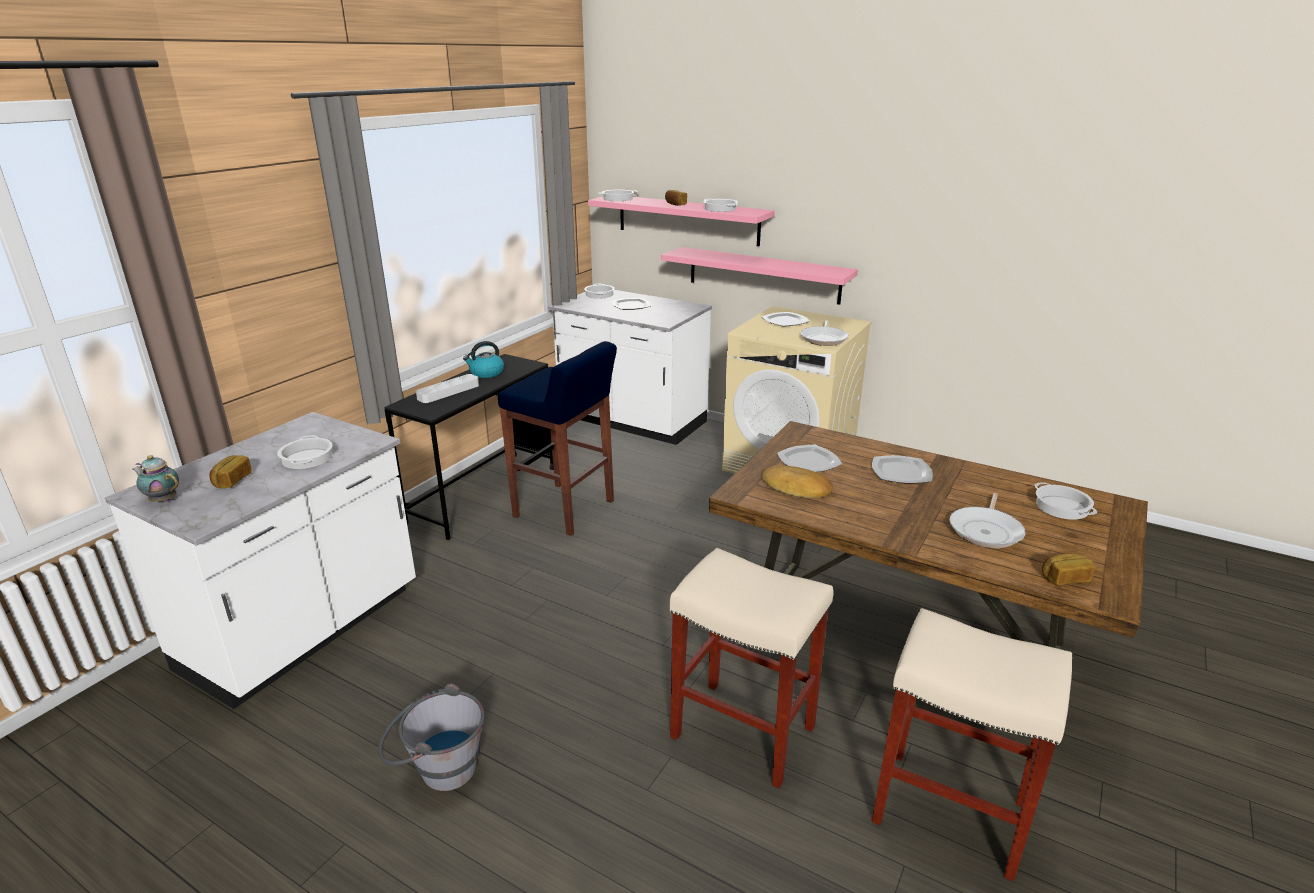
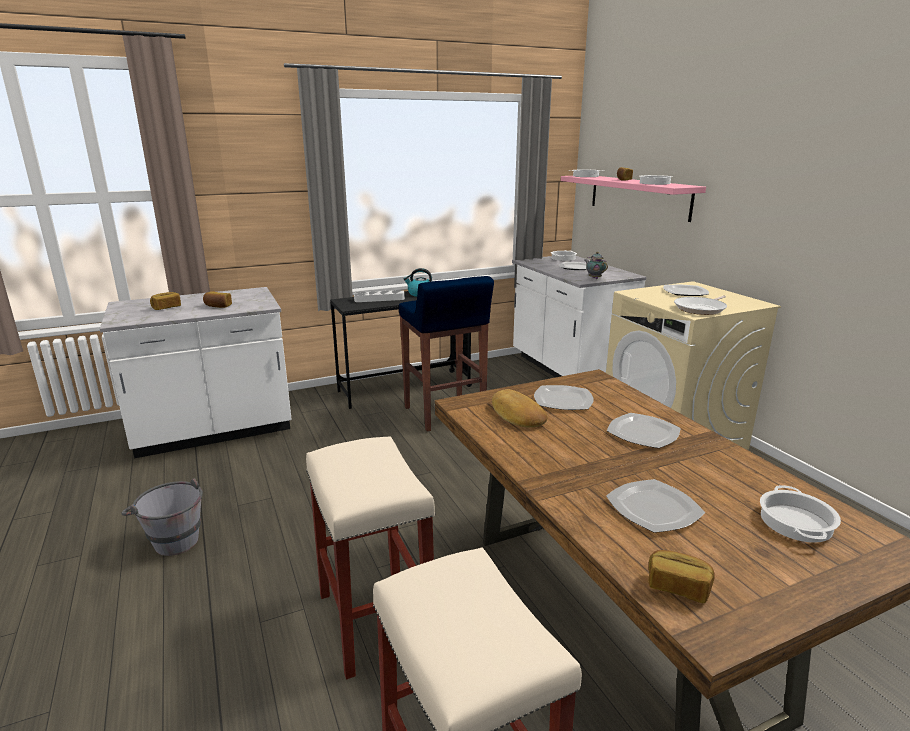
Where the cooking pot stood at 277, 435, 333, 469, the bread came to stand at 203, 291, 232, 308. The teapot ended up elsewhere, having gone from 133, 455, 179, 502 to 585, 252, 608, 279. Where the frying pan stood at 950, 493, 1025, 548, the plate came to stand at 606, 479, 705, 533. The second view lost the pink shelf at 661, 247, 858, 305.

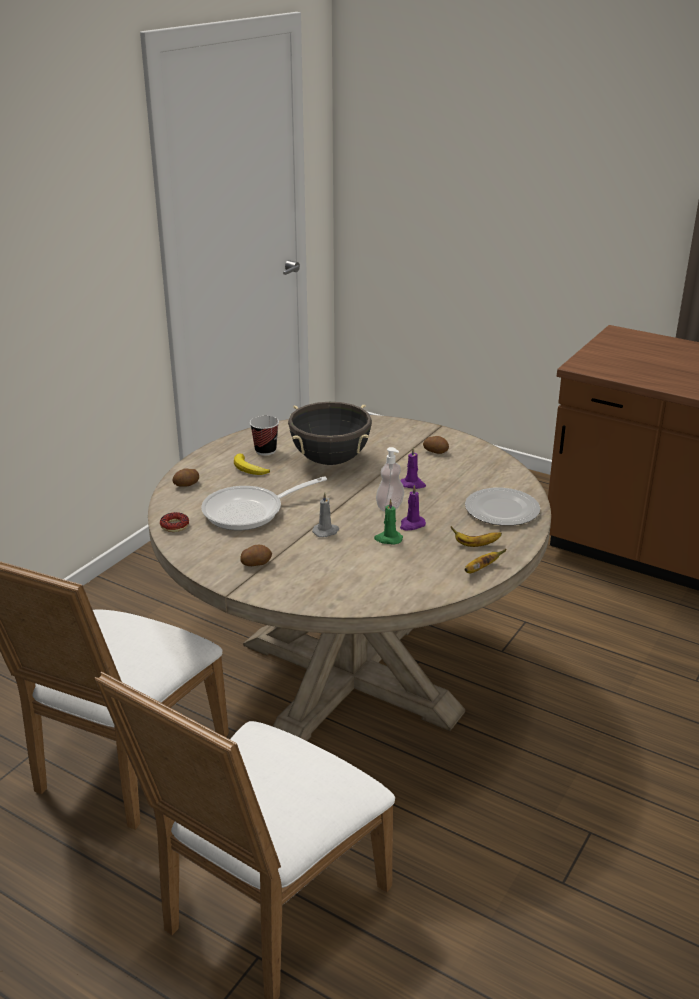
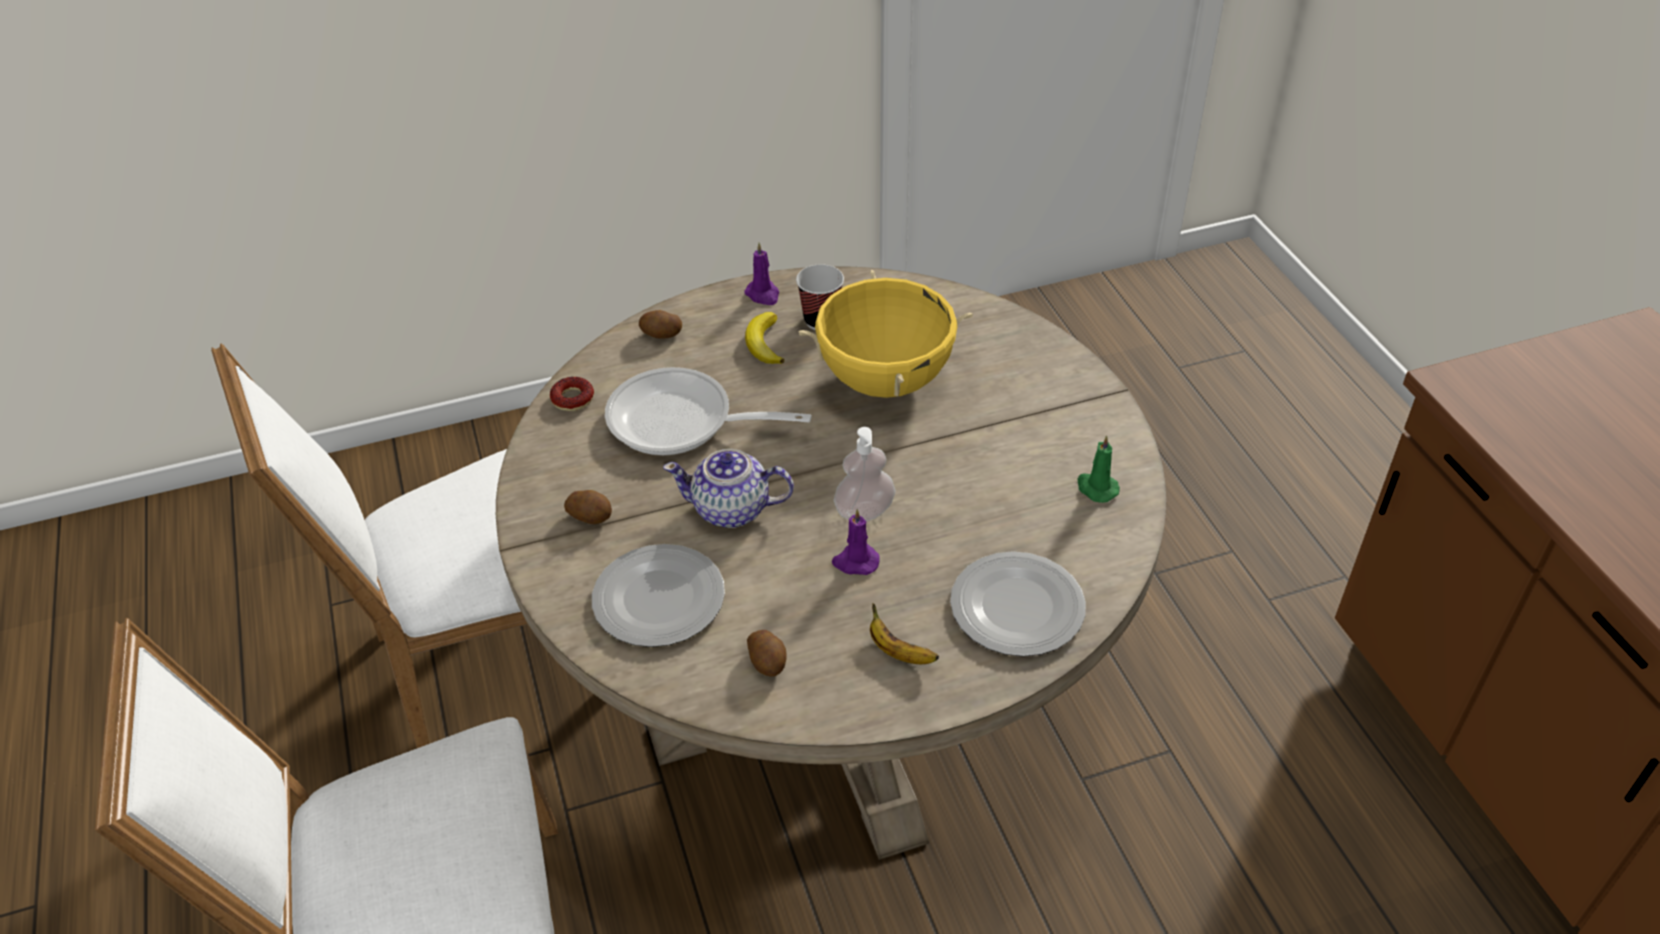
The second view gained the plate at 592, 544, 725, 647. Where the grey candle stood at 312, 492, 339, 537, the teapot came to stand at 663, 449, 794, 528. The purple candle ended up elsewhere, having gone from 400, 446, 426, 489 to 745, 243, 779, 305. The potato ended up elsewhere, having gone from 423, 436, 449, 454 to 747, 630, 786, 676. What was the black cooking pot at 288, 402, 372, 465 turned into the yellow cooking pot at 799, 269, 973, 398. The green candle ended up elsewhere, having gone from 374, 499, 403, 545 to 1078, 435, 1120, 503. The second view lost the banana at 464, 549, 507, 573.

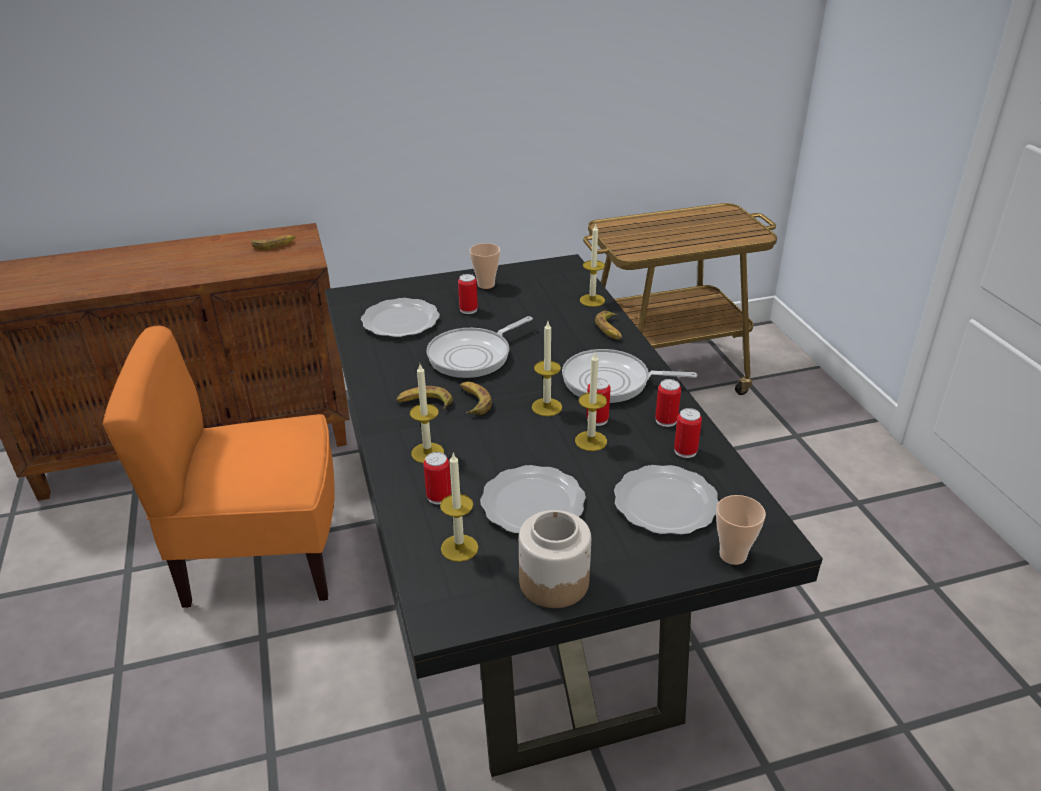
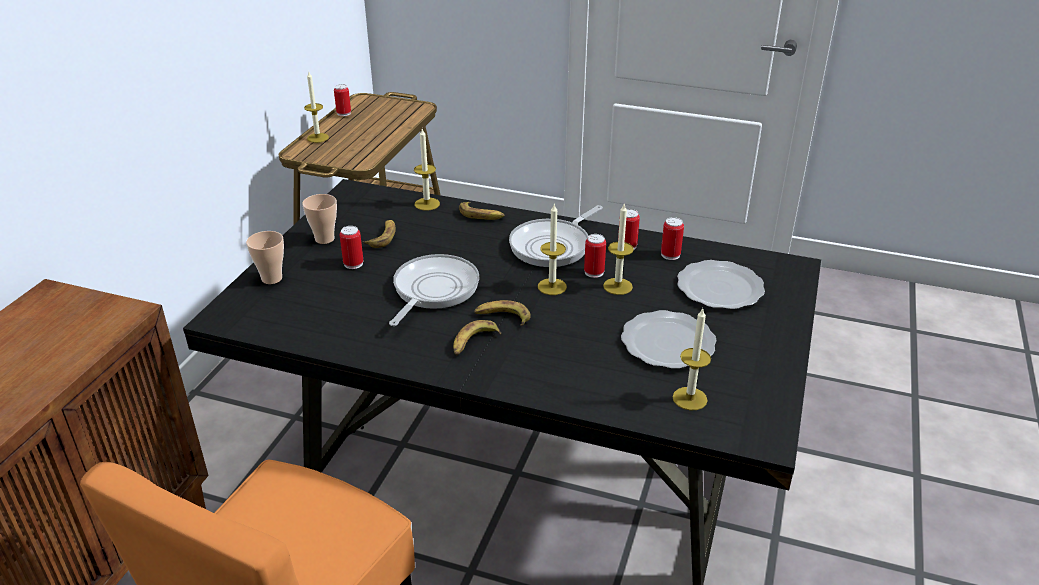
The cup ended up elsewhere, having gone from 716, 495, 766, 565 to 246, 231, 284, 284. The candle ended up elsewhere, having gone from 410, 364, 444, 463 to 304, 72, 329, 143. The can ended up elsewhere, having gone from 424, 452, 451, 505 to 334, 84, 351, 116. The banana ended up elsewhere, having gone from 251, 235, 295, 250 to 363, 220, 395, 248. The frying pan at 426, 316, 533, 378 ended up facing another way, 150 degrees counterclockwise from before. The second view lost the plate at 361, 298, 440, 337. The second view lost the jar at 519, 510, 591, 608.

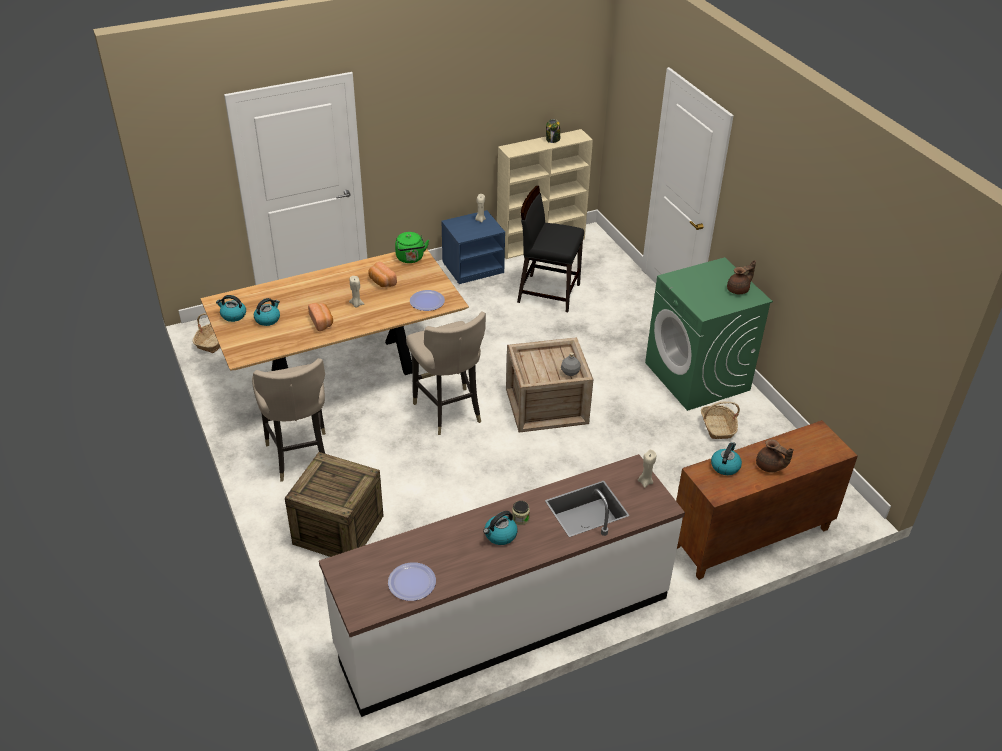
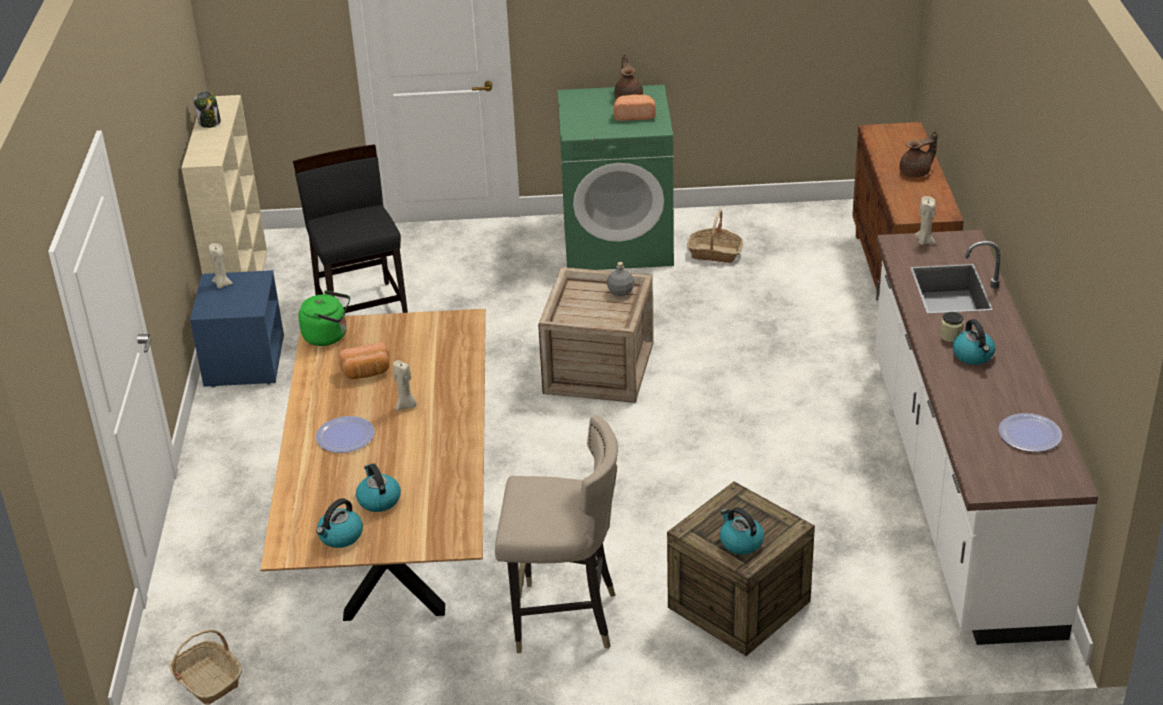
The black chair at 517, 186, 584, 312 ended up facing another way, 120 degrees clockwise from before. The plate ended up elsewhere, having gone from 410, 290, 445, 311 to 316, 416, 375, 453. The bread ended up elsewhere, having gone from 308, 303, 333, 331 to 613, 94, 656, 121. The kettle ended up elsewhere, having gone from 711, 442, 742, 475 to 720, 507, 764, 555. The second view lost the beige stool at 406, 311, 486, 435.

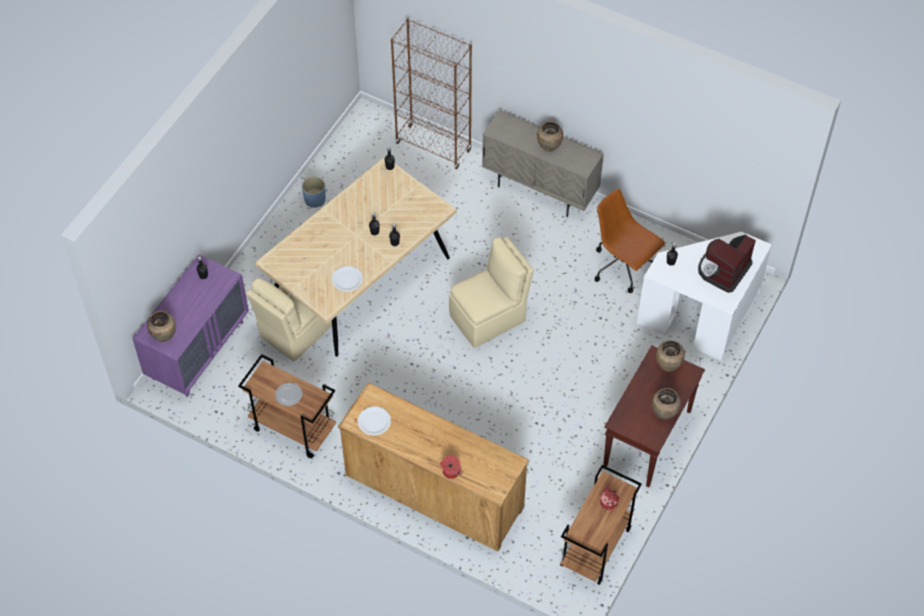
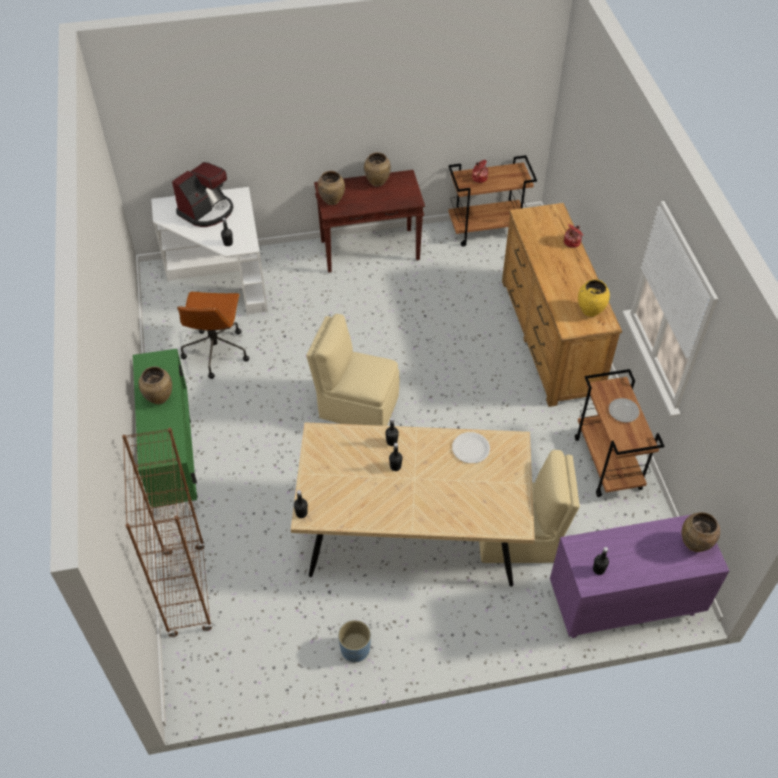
What was the beige cabinet at 482, 110, 604, 217 turned into the green cabinet at 133, 349, 198, 507. The coffee machine at 698, 235, 756, 293 ended up facing another way, 45 degrees counterclockwise from before. Where the white plate stood at 358, 406, 391, 436, the yellow vase came to stand at 578, 279, 610, 317.

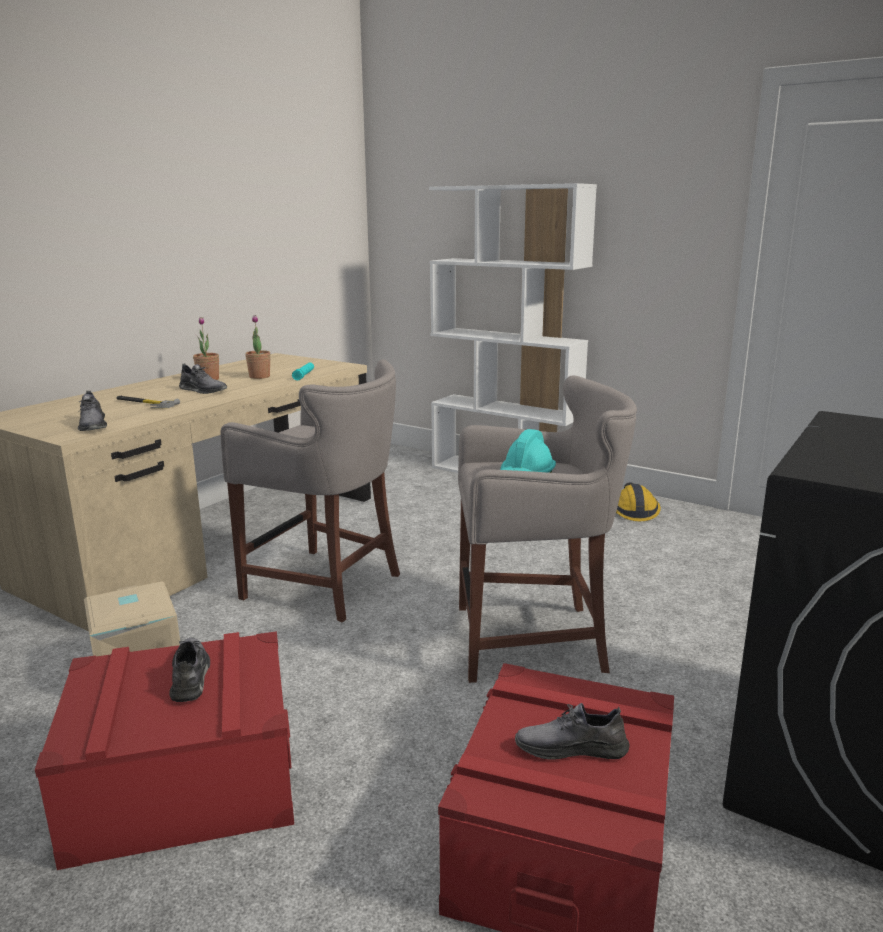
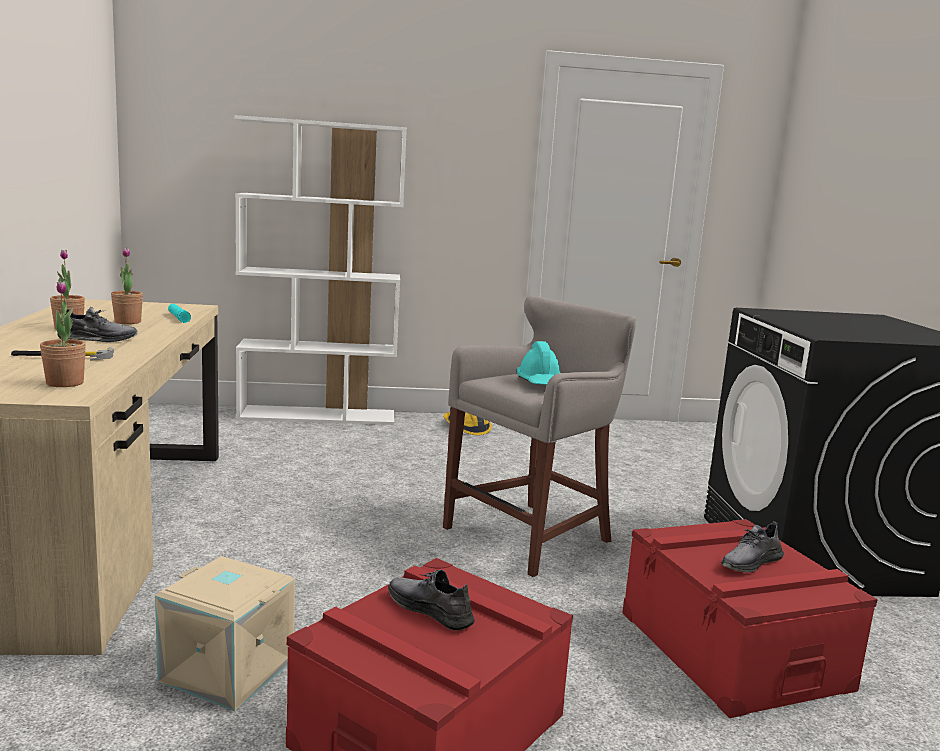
Where the grey shoe stood at 78, 391, 107, 431, the potted plant came to stand at 40, 281, 86, 387. The second view lost the grey stool at 220, 359, 400, 622.

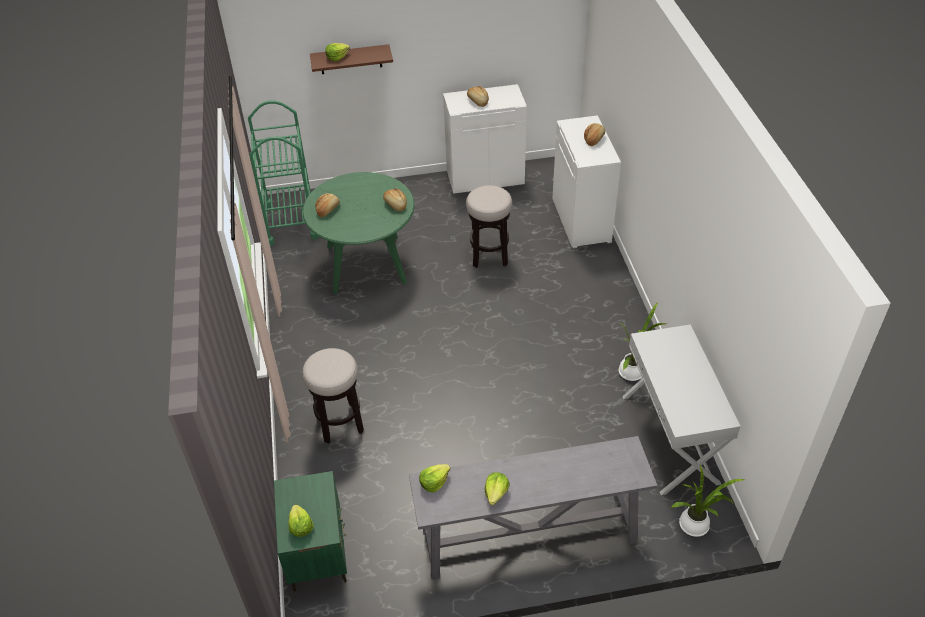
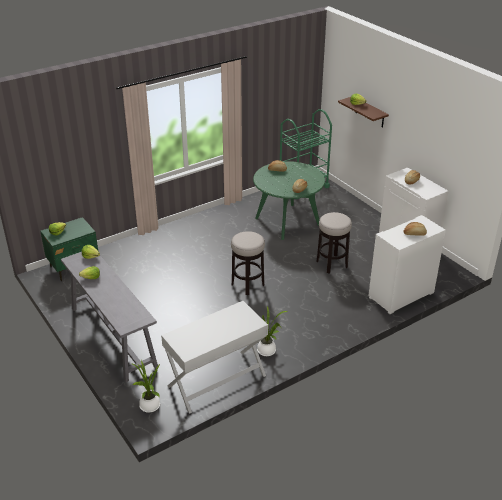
The stool ended up elsewhere, having gone from 302, 348, 364, 443 to 231, 231, 265, 295.

